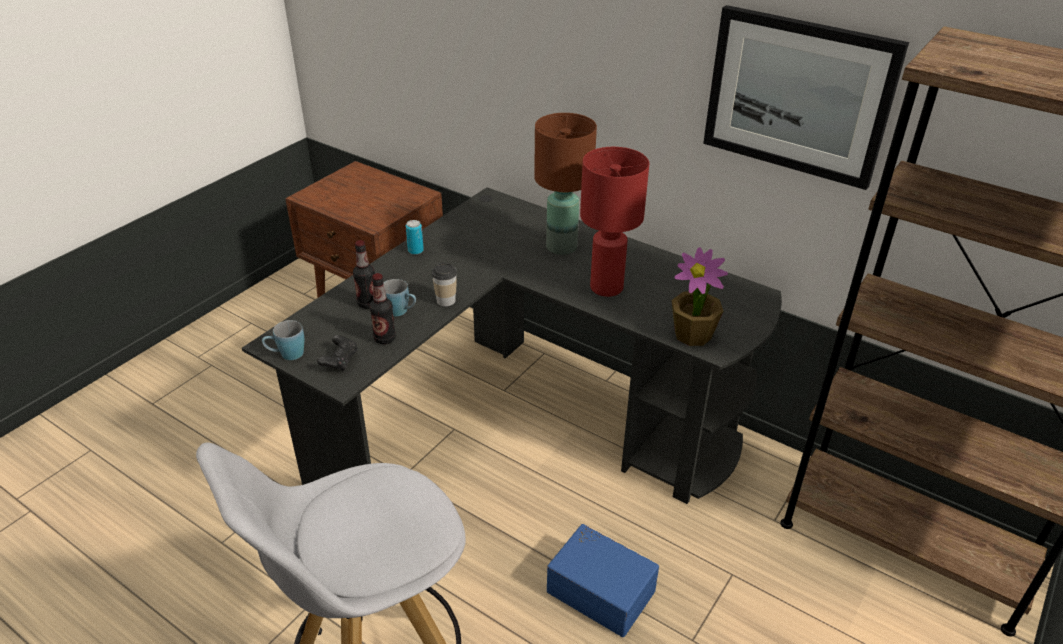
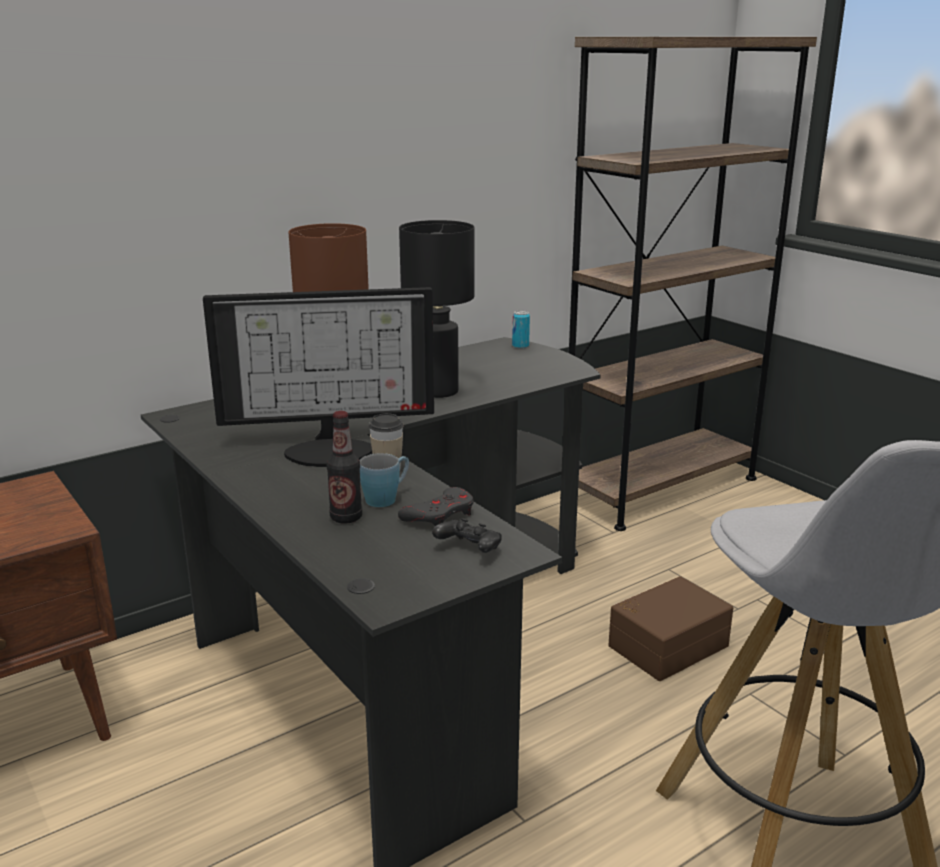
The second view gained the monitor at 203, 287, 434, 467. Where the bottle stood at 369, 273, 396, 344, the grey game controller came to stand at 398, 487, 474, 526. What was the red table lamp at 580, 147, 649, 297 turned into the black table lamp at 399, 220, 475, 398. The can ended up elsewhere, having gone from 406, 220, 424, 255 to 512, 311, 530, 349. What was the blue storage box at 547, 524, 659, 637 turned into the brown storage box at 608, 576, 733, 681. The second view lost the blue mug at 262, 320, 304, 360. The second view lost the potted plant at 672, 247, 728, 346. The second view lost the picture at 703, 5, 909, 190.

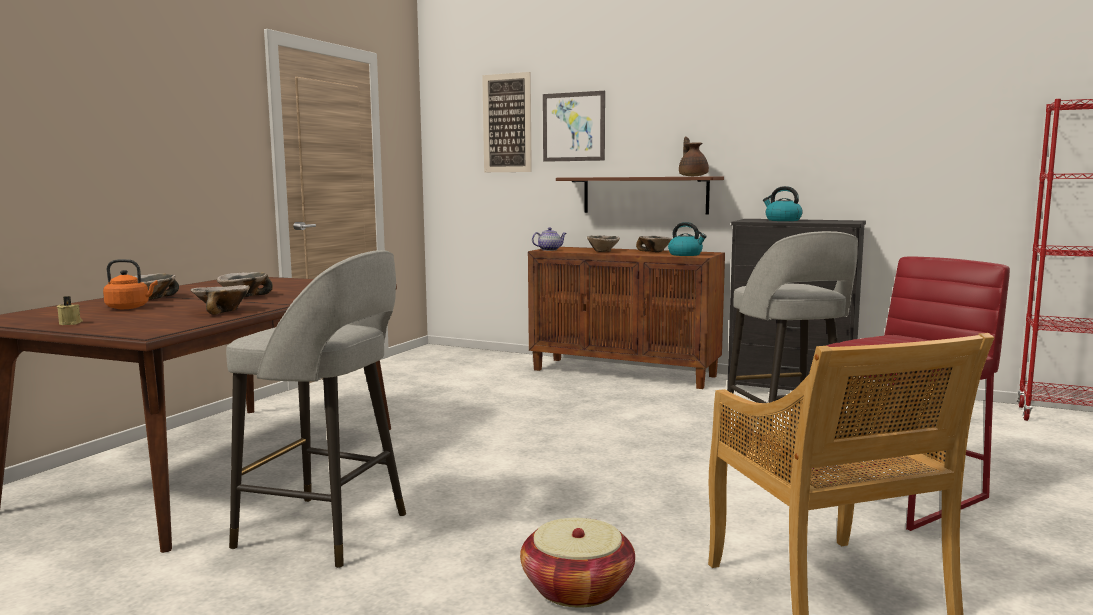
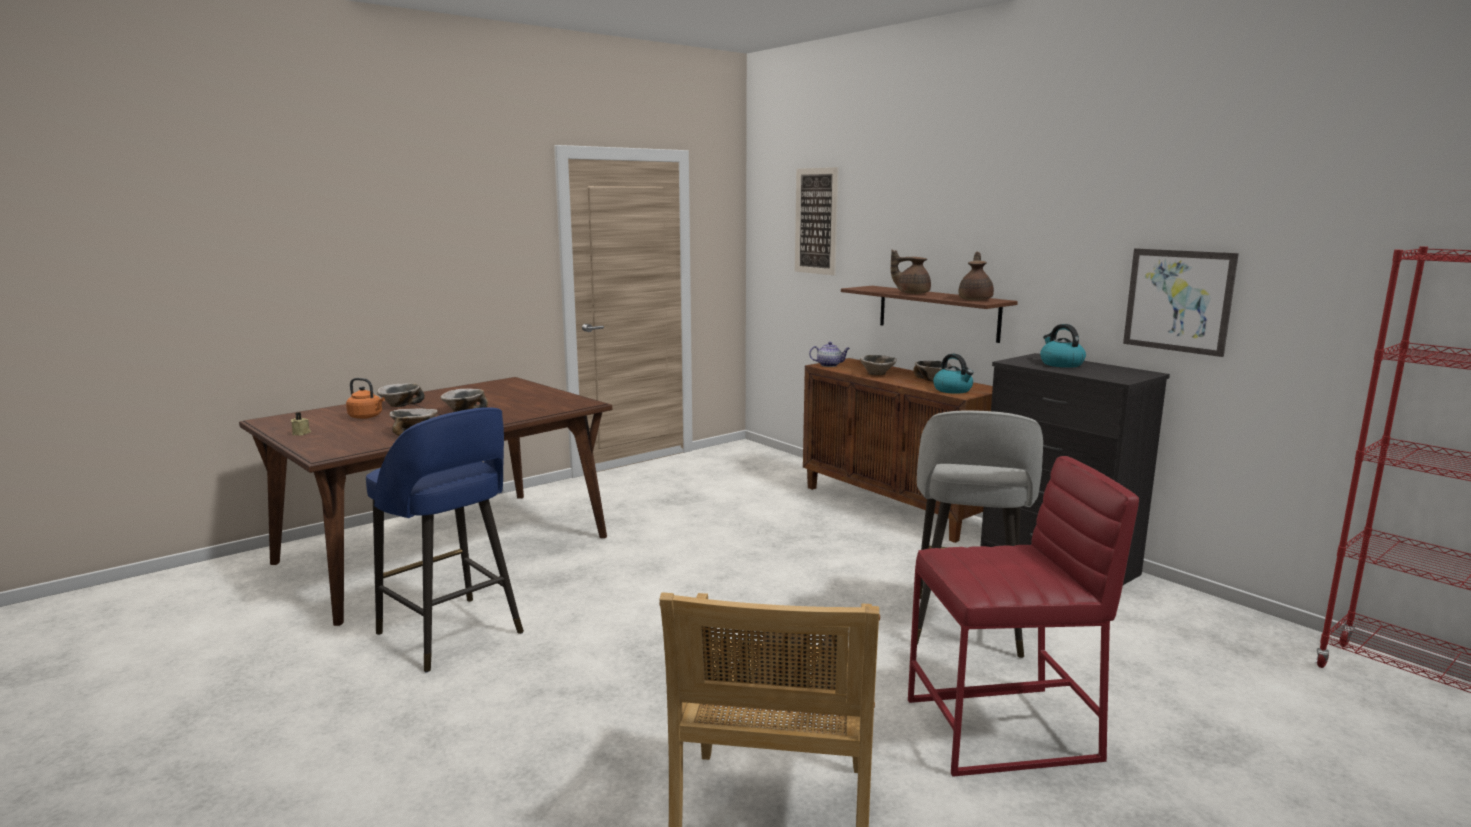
What was the grey stool at 226, 250, 406, 568 turned into the blue stool at 366, 407, 524, 672. The second view gained the brown teapot at 891, 249, 931, 294. The picture ended up elsewhere, having gone from 543, 91, 605, 162 to 1123, 248, 1239, 357. The second view lost the basket at 520, 518, 635, 608.

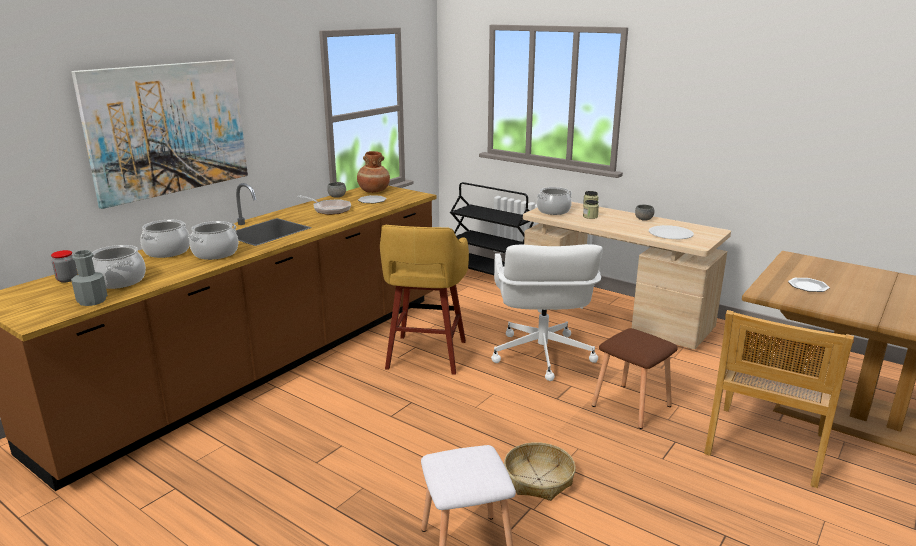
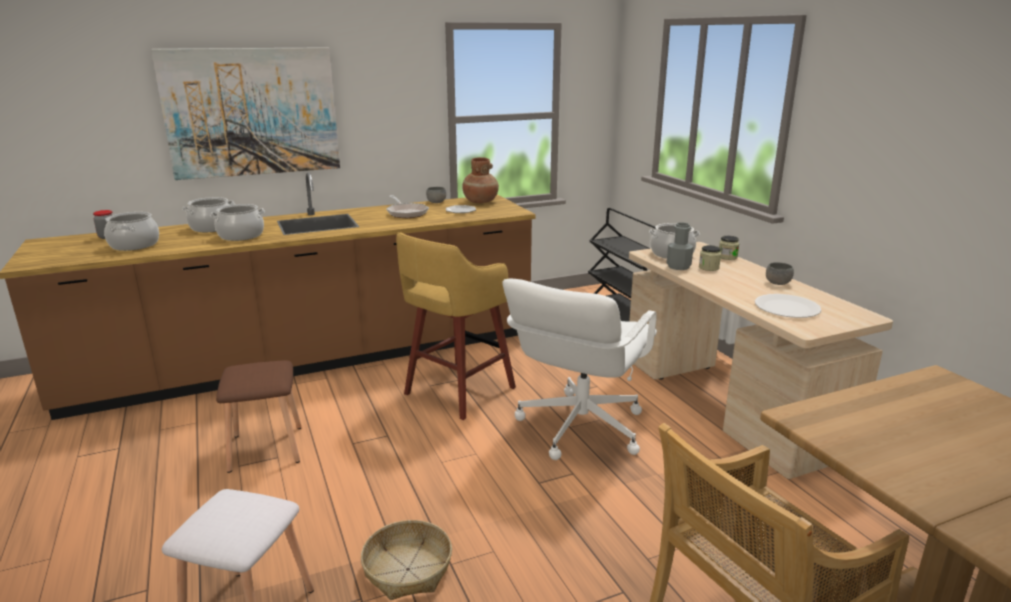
The brown stool ended up elsewhere, having gone from 592, 328, 678, 429 to 216, 360, 302, 473. The grey bottle ended up elsewhere, having gone from 71, 250, 108, 306 to 667, 222, 694, 270. The second view lost the plate at 788, 278, 830, 292.

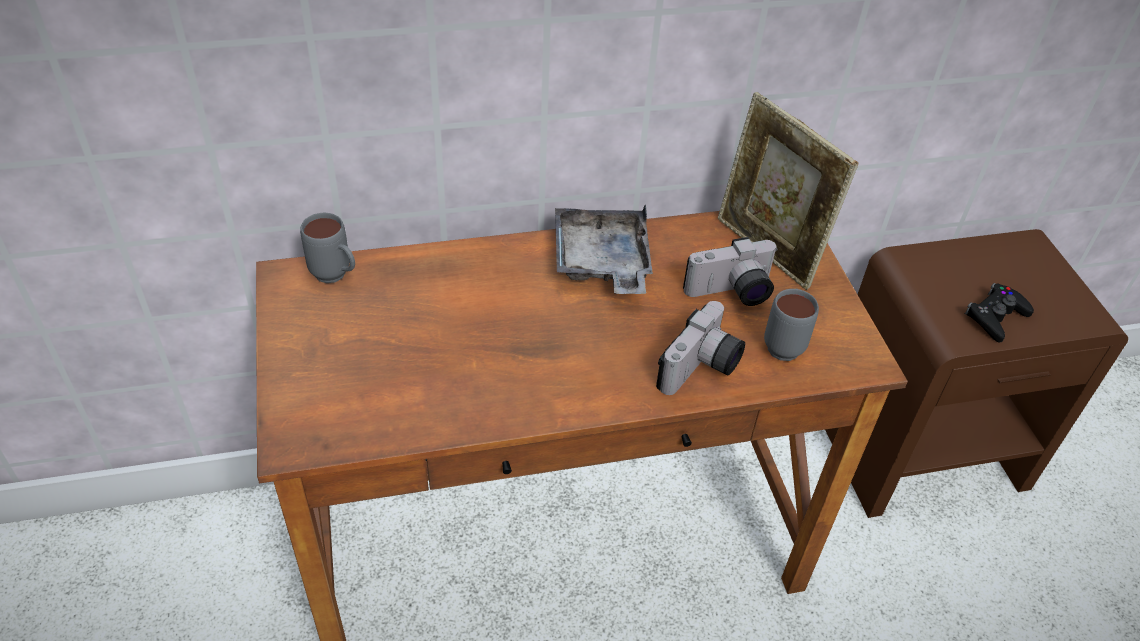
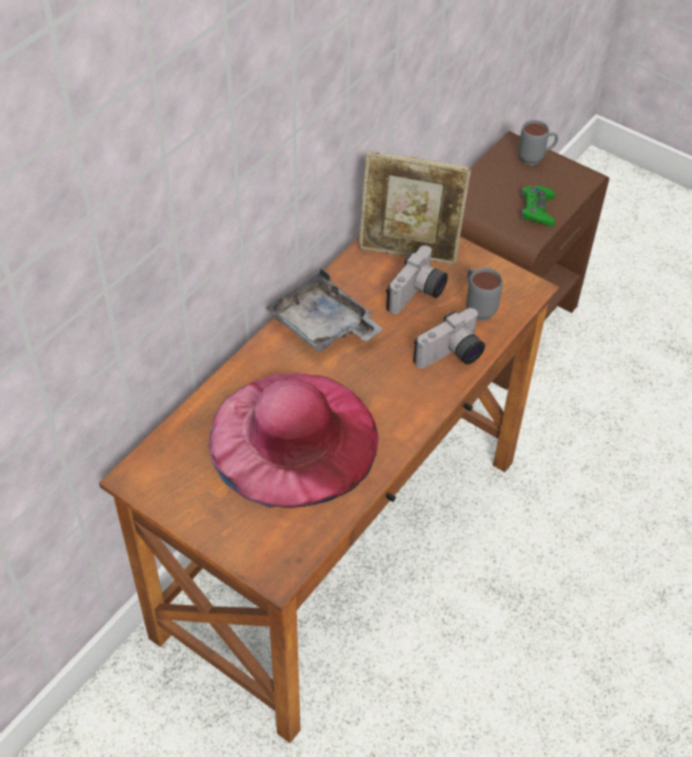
The second view gained the pink hat at 209, 373, 379, 508. The photo camera at 656, 301, 745, 395 ended up facing another way, 60 degrees clockwise from before. The grey mug ended up elsewhere, having gone from 300, 213, 355, 283 to 518, 120, 558, 166. What was the black game controller at 965, 283, 1034, 342 turned into the green game controller at 520, 185, 555, 227.

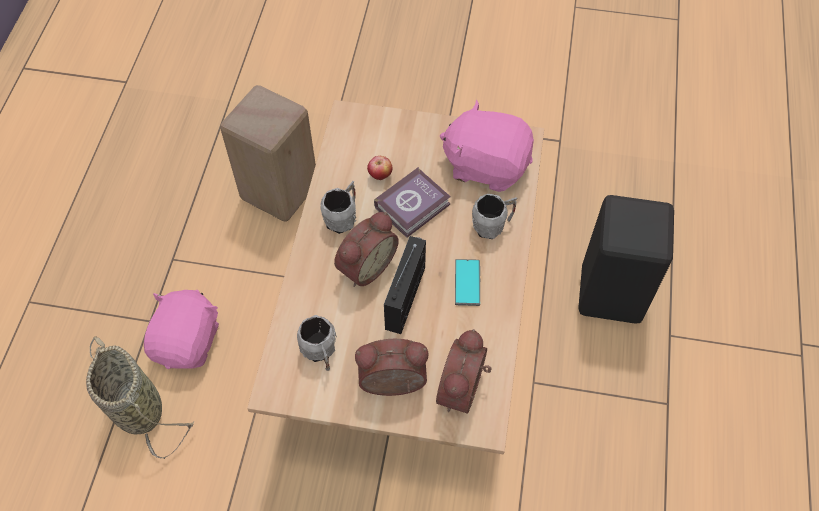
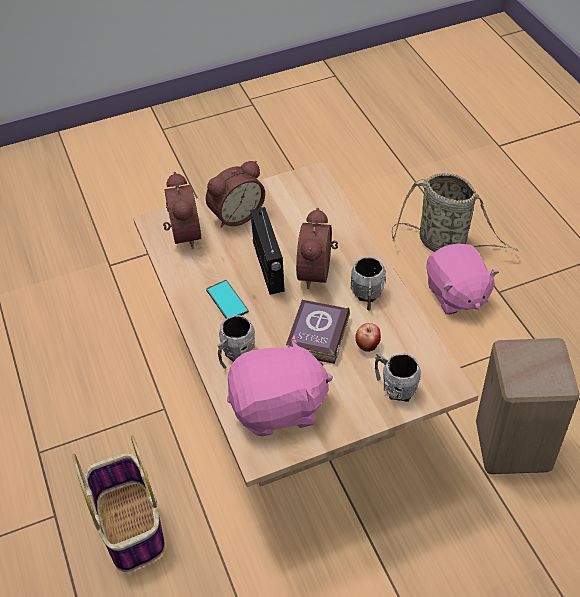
Where the black stool stood at 578, 195, 674, 324, the basket came to stand at 72, 435, 165, 572. The grey mug ended up elsewhere, having gone from 297, 315, 337, 371 to 375, 352, 421, 402.

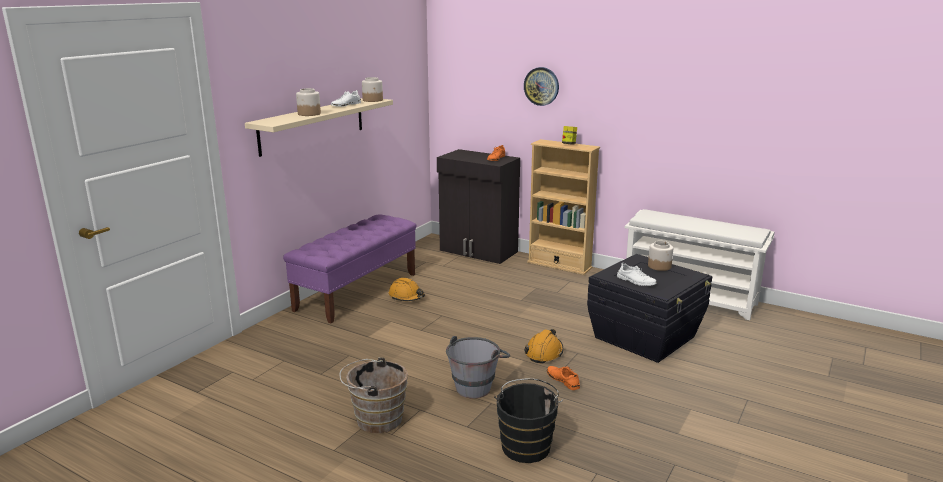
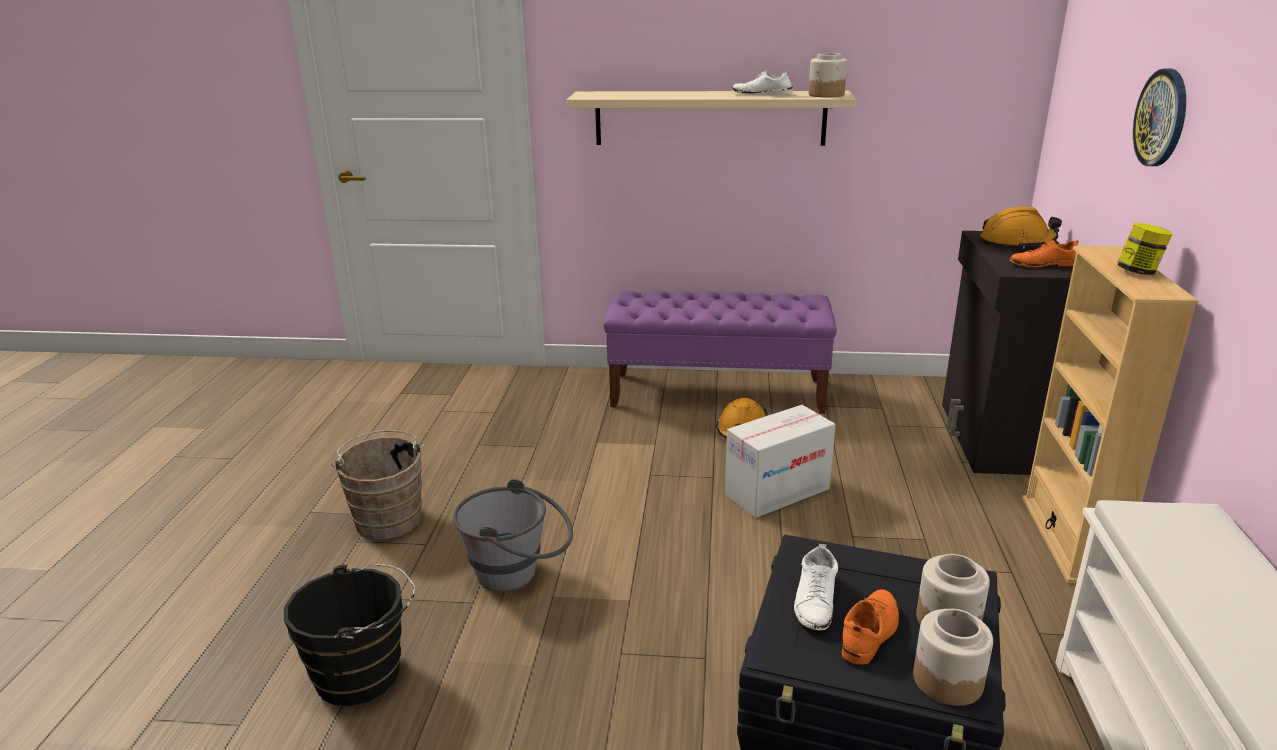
The second view gained the cardboard box at 725, 405, 836, 518. The orange shoe ended up elsewhere, having gone from 547, 366, 580, 390 to 842, 589, 899, 664. The jar ended up elsewhere, having gone from 296, 88, 321, 116 to 913, 609, 993, 706. The orange hard hat ended up elsewhere, having gone from 524, 329, 564, 364 to 981, 206, 1062, 249.

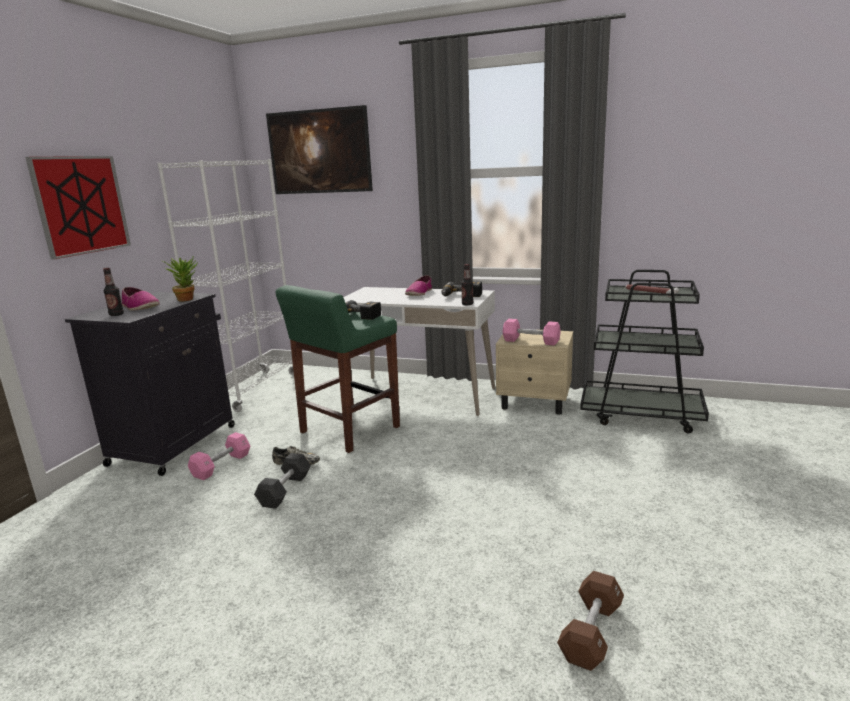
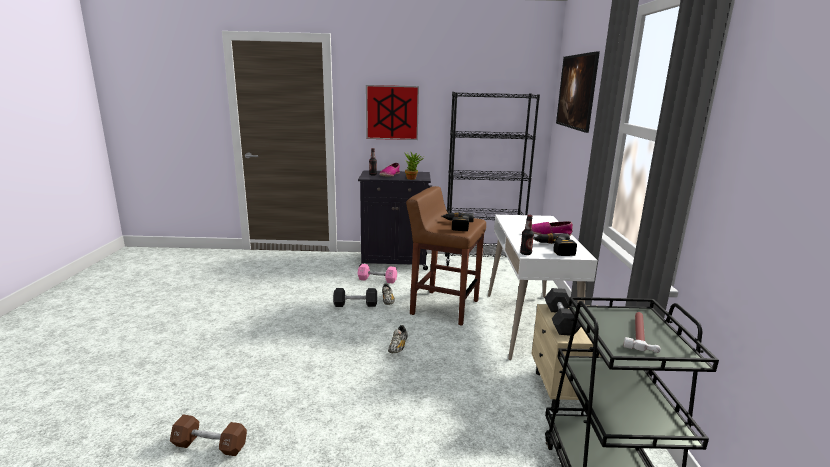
The second view gained the shoe at 388, 325, 408, 353. What was the green stool at 275, 285, 400, 453 turned into the brown stool at 406, 186, 486, 325. What was the white bookcase at 157, 159, 294, 412 turned into the black bookcase at 444, 92, 540, 266. What was the pink dumbbell at 502, 319, 561, 346 turned into the black dumbbell at 544, 288, 581, 336.

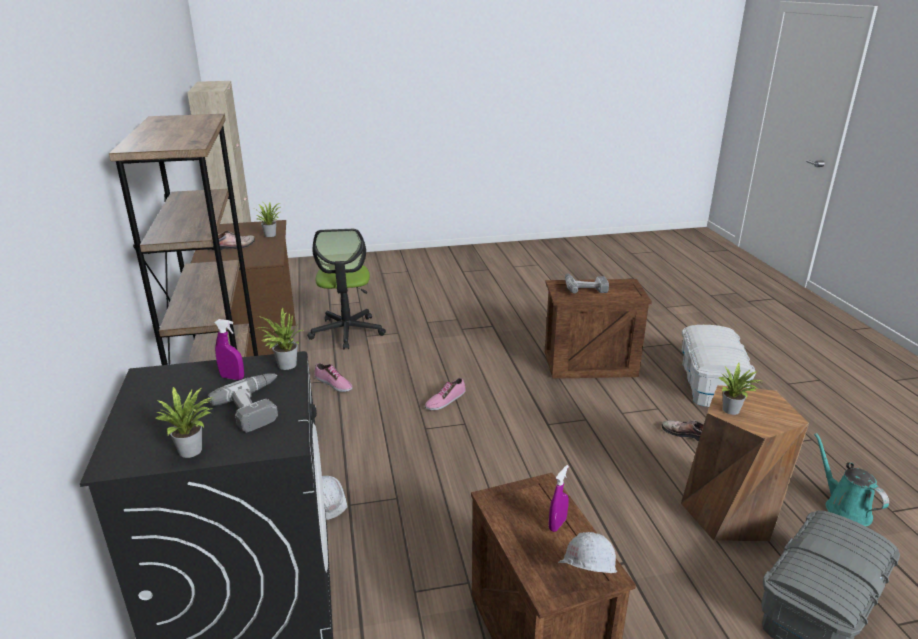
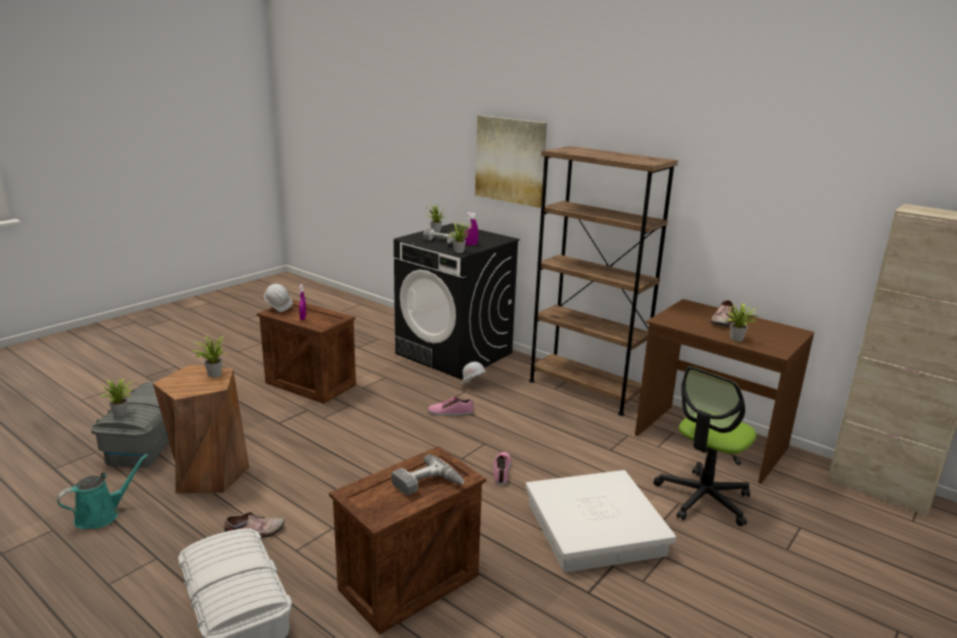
The turquoise watering can at 814, 433, 889, 527 ended up facing another way, 75 degrees counterclockwise from before. The second view gained the potted plant at 101, 378, 133, 417. The shoe ended up elsewhere, having gone from 314, 363, 352, 392 to 428, 397, 474, 416. The second view gained the picture at 475, 115, 547, 208. The second view gained the white storage box at 526, 470, 676, 573. The office chair at 307, 229, 386, 349 ended up facing another way, 90 degrees counterclockwise from before.

